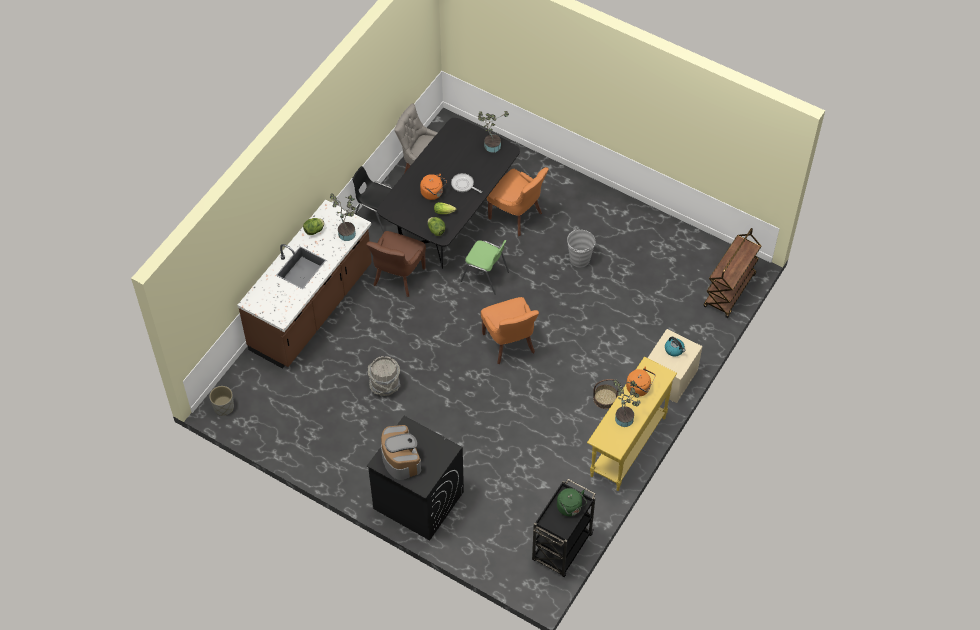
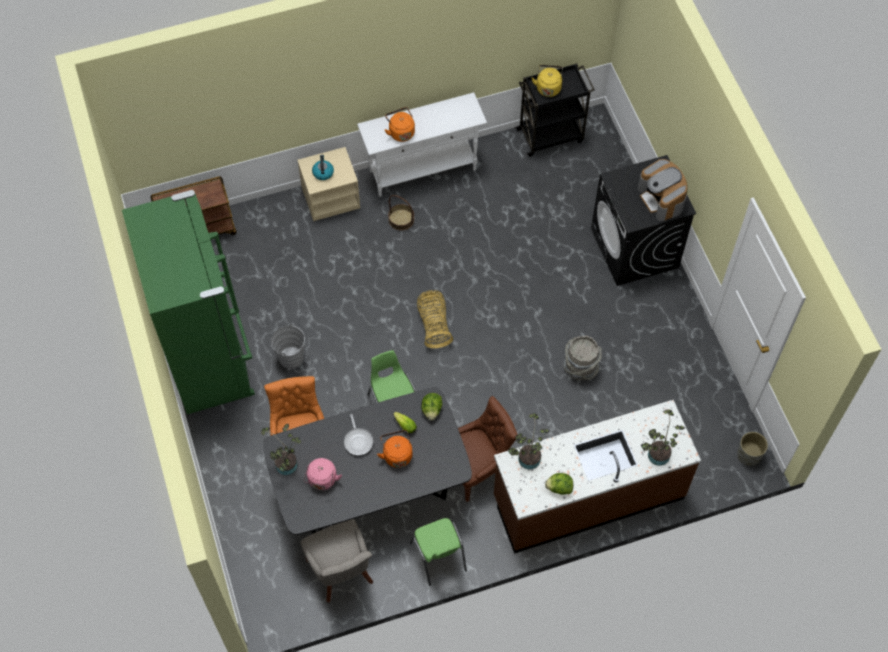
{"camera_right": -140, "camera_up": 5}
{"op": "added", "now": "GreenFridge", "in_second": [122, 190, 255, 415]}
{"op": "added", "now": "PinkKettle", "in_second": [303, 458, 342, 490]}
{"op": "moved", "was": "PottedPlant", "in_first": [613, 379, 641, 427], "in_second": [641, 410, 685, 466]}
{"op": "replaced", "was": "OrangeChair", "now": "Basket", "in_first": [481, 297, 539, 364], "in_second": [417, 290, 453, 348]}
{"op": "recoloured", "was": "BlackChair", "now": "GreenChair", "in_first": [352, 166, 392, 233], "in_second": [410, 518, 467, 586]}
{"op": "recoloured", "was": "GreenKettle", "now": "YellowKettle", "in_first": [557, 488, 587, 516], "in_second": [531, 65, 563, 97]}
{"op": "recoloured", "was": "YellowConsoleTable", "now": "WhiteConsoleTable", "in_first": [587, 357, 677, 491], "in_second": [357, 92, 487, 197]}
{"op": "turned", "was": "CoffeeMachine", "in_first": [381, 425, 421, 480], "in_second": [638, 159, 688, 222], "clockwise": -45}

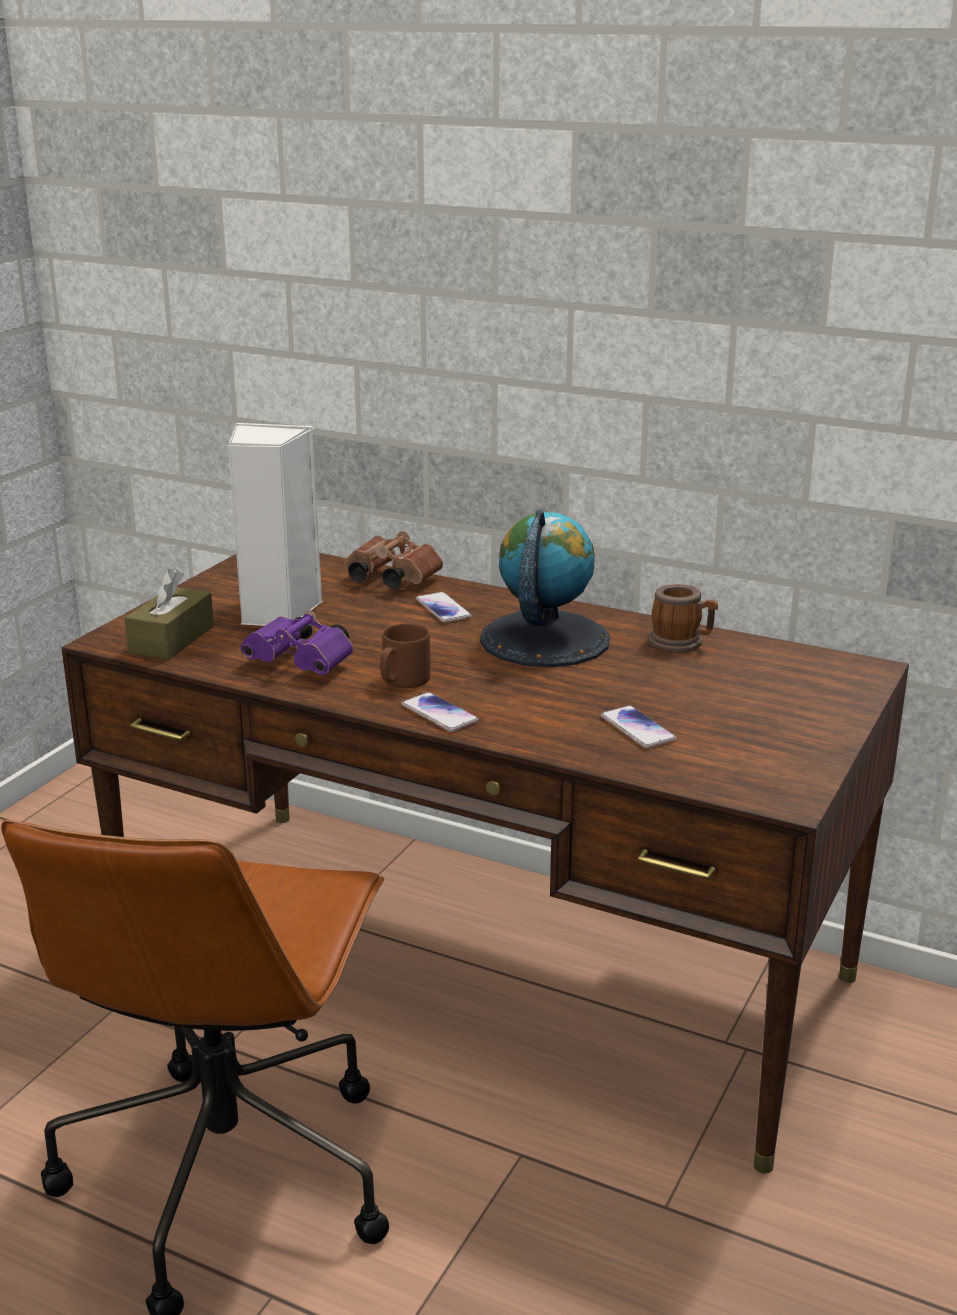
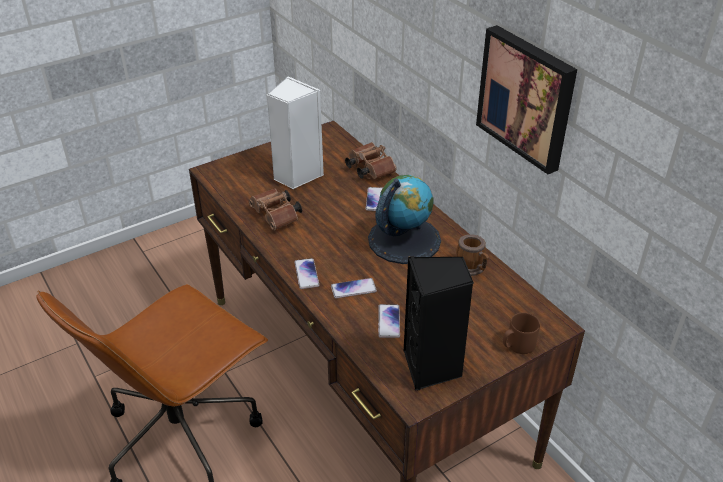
{"camera_right": 30, "camera_up": 15}
{"op": "removed", "was": "BrownTissueBox", "in_first": [125, 569, 214, 660]}
{"op": "added", "now": "Phone", "in_second": [331, 278, 377, 298]}
{"op": "added", "now": "BlackSpeaker", "in_second": [404, 256, 474, 391]}
{"op": "added", "now": "Picture", "in_second": [476, 25, 577, 174]}
{"op": "moved", "was": "BrownMug", "in_first": [380, 623, 430, 688], "in_second": [503, 313, 540, 354]}
{"op": "recoloured", "was": "PurpleBinoculars", "now": "BrownBinoculars", "in_first": [240, 611, 353, 675], "in_second": [249, 188, 302, 230]}

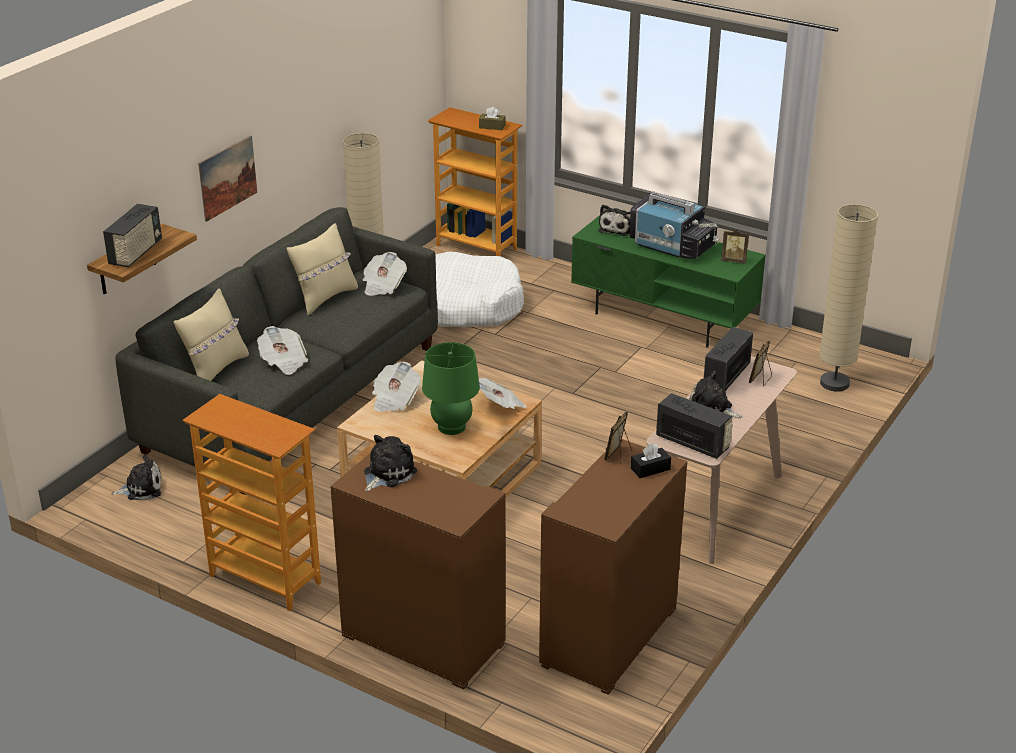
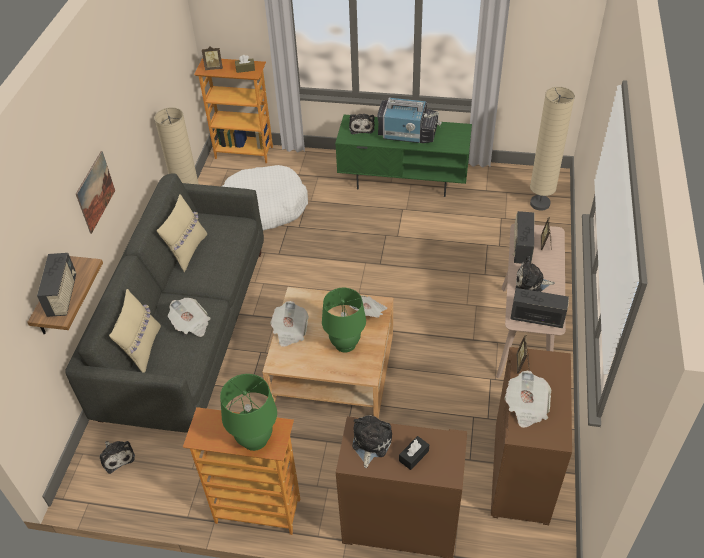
{"camera_right": -20, "camera_up": 15}
{"op": "added", "now": "GreenTableLamp", "in_second": [220, 374, 277, 451]}
{"op": "moved", "was": "Newspaper", "in_first": [363, 252, 407, 296], "in_second": [505, 371, 551, 428]}
{"op": "moved", "was": "BlackTissueBox", "in_first": [631, 443, 671, 478], "in_second": [399, 436, 429, 470]}
{"op": "moved", "was": "PictureFrame", "in_first": [721, 229, 749, 264], "in_second": [202, 46, 223, 70]}
{"op": "turned", "was": "PlushToy", "in_first": [112, 455, 162, 500], "in_second": [100, 441, 135, 474], "clockwise": 90}

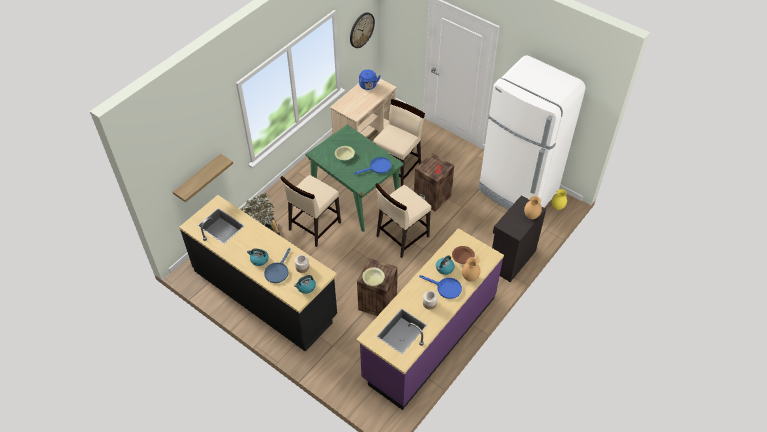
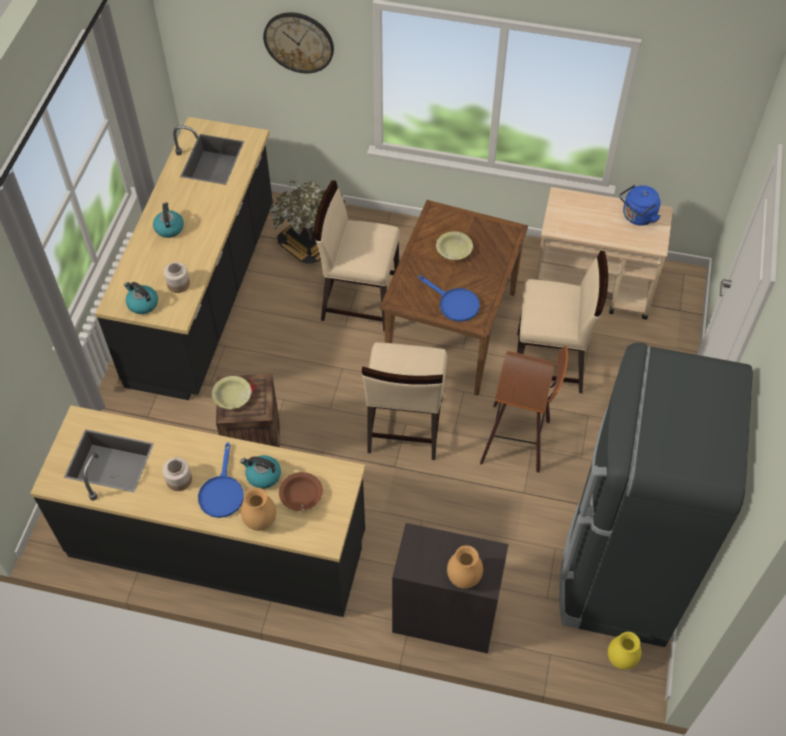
{"camera_right": 65, "camera_up": 5}
{"op": "removed", "was": "Shelf", "in_first": [173, 154, 233, 202]}
{"op": "removed", "was": "BlueFryingPan", "in_first": [264, 248, 291, 283]}
{"op": "moved", "was": "WallClock", "in_first": [350, 13, 375, 48], "in_second": [263, 12, 334, 73]}
{"op": "replaced", "was": "Crate", "now": "Stool", "in_first": [414, 153, 454, 212], "in_second": [480, 346, 568, 473]}
{"op": "recoloured", "was": "GreenDiningTable", "now": "BrownDiningTable", "in_first": [306, 124, 404, 232], "in_second": [380, 200, 528, 395]}
{"op": "recoloured", "was": "PurpleCounter", "now": "BlackCounter", "in_first": [356, 228, 504, 410], "in_second": [30, 405, 365, 617]}
{"op": "recoloured", "was": "WhiteFridge", "now": "BlackFridge", "in_first": [479, 55, 585, 210], "in_second": [559, 343, 753, 647]}
{"op": "turned", "was": "BeigeChair", "in_first": [375, 183, 431, 258], "in_second": [362, 342, 447, 460], "clockwise": -105}

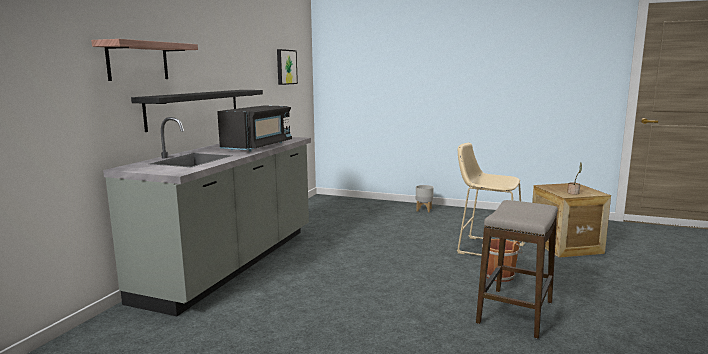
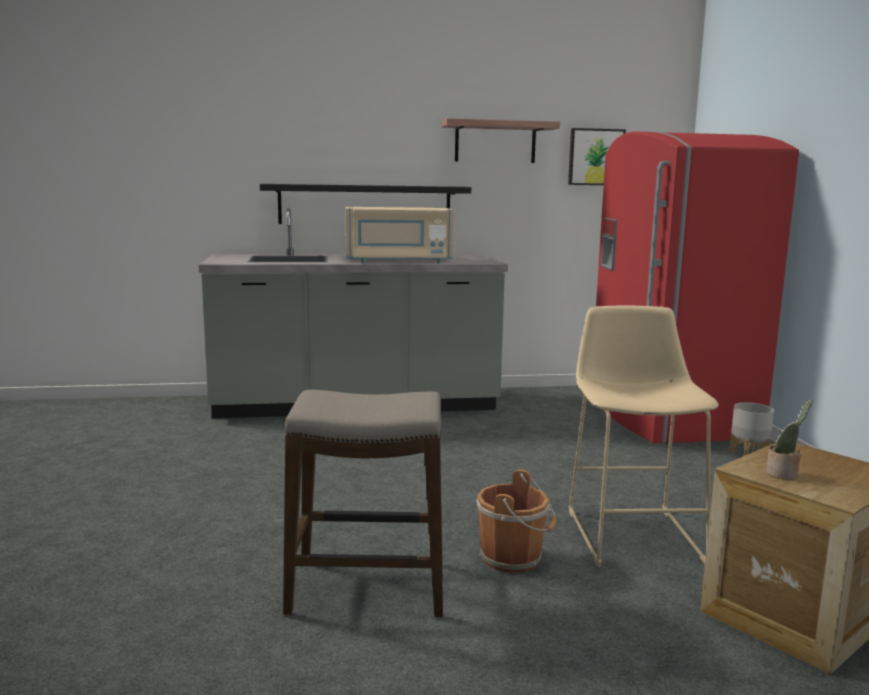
{"camera_right": 60, "camera_up": 0}
{"op": "added", "now": "RedFridge", "in_second": [596, 131, 799, 445]}
{"op": "moved", "was": "Shelf", "in_first": [91, 39, 198, 81], "in_second": [441, 118, 560, 163]}
{"op": "recoloured", "was": "BlackMicrowave", "now": "BeigeMicrowave", "in_first": [217, 106, 292, 151], "in_second": [346, 207, 454, 263]}

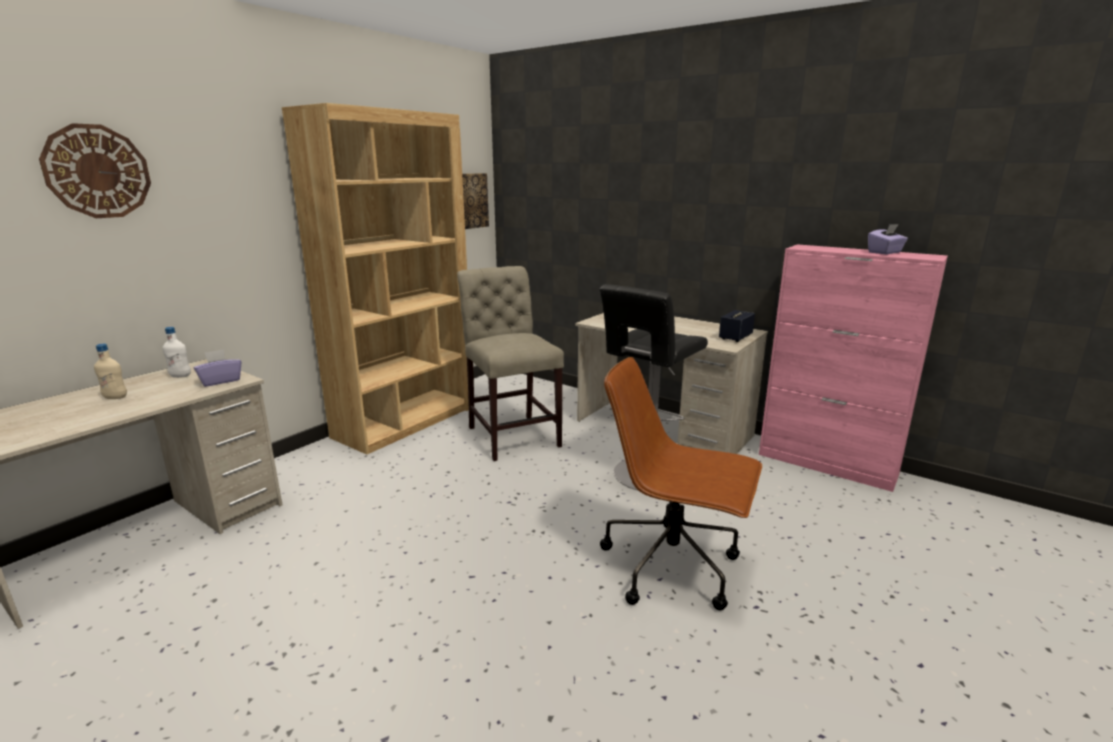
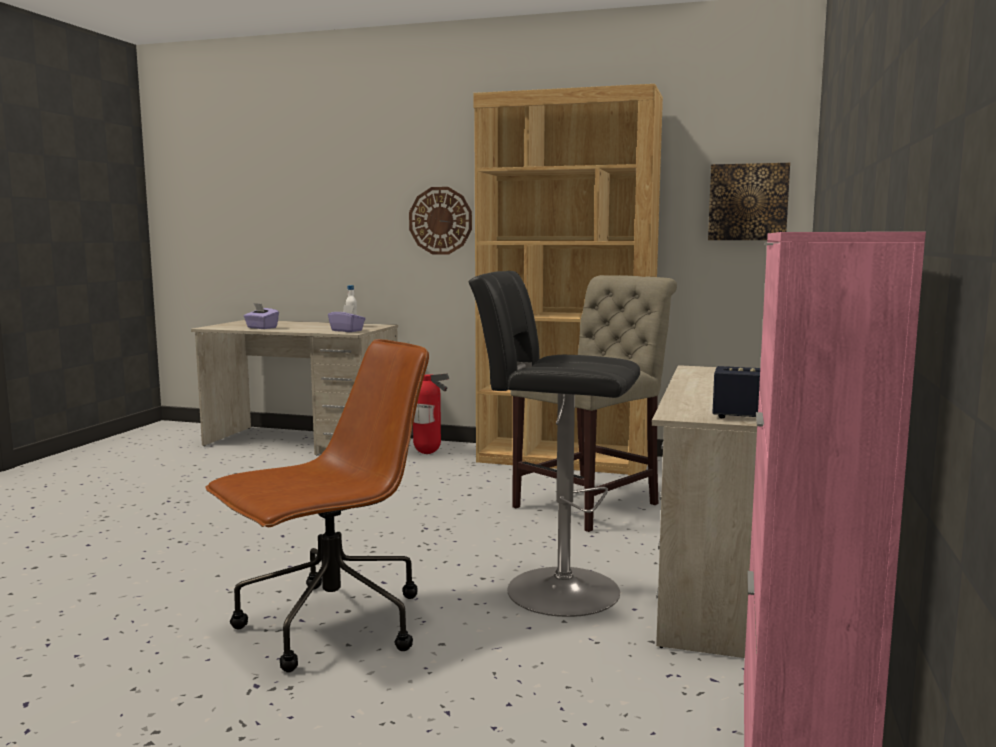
{"camera_right": 70, "camera_up": -10}
{"op": "removed", "was": "BeigeBottle", "in_first": [94, 344, 127, 399]}
{"op": "added", "now": "FireExtinguisher", "in_second": [411, 374, 449, 454]}
{"op": "moved", "was": "WallClock", "in_first": [39, 123, 151, 218], "in_second": [409, 187, 472, 254]}
{"op": "moved", "was": "PurpleTissueBox", "in_first": [868, 224, 908, 254], "in_second": [244, 303, 279, 329]}
{"op": "turned", "was": "BrownOfficeChair", "in_first": [600, 357, 762, 610], "in_second": [205, 339, 429, 672], "clockwise": 45}

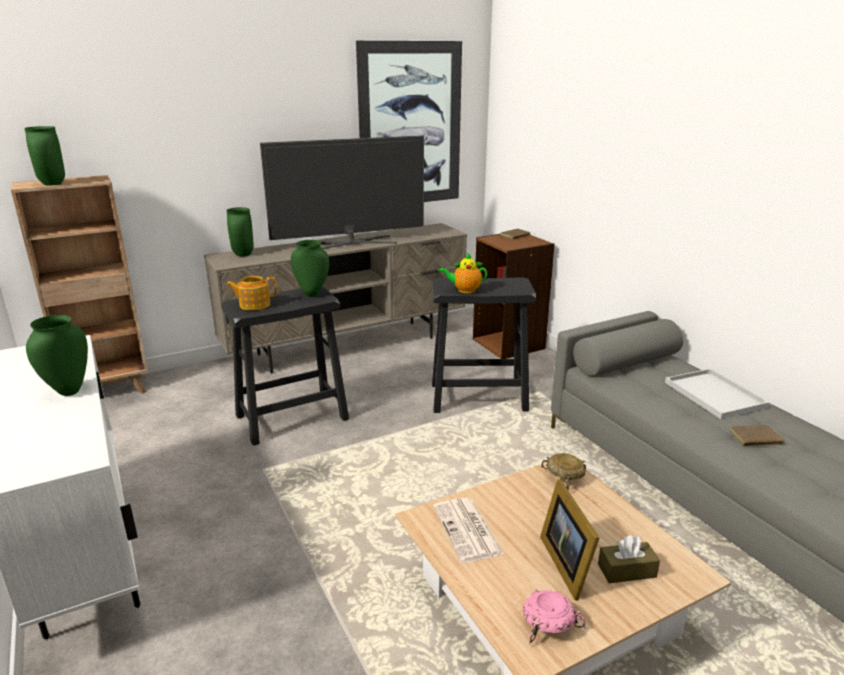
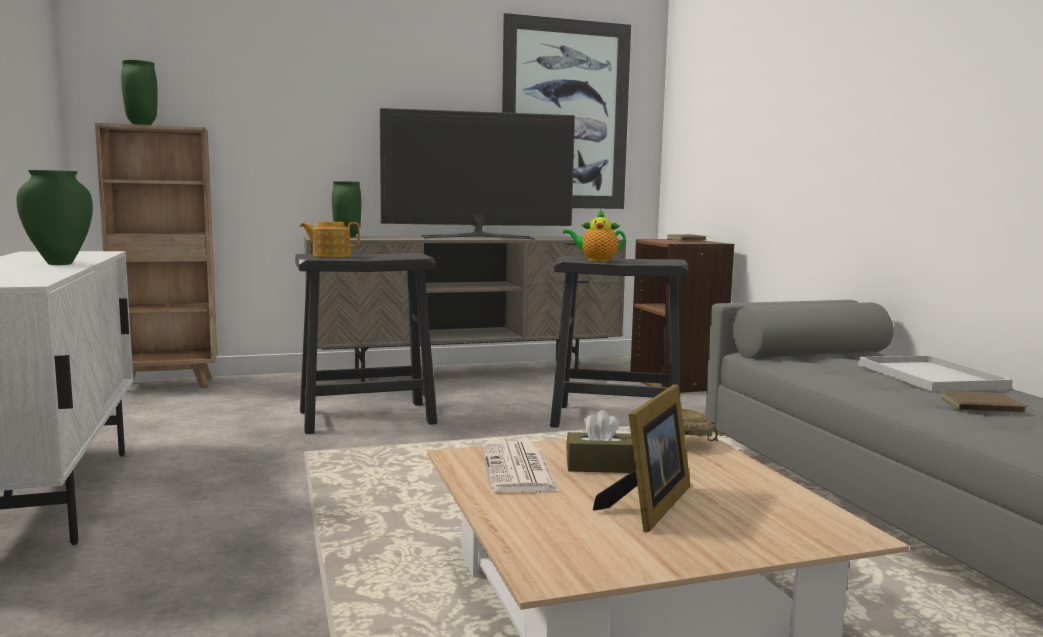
{"camera_right": 10, "camera_up": -15}
{"op": "removed", "was": "GreenVase", "in_first": [291, 240, 329, 297]}
{"op": "removed", "was": "PinkBowl", "in_first": [523, 588, 586, 645]}
{"op": "moved", "was": "BrownTissueBox", "in_first": [598, 535, 660, 583], "in_second": [566, 410, 635, 473]}
{"op": "turned", "was": "PictureFrame", "in_first": [540, 479, 599, 601], "in_second": [593, 384, 691, 532], "clockwise": -150}

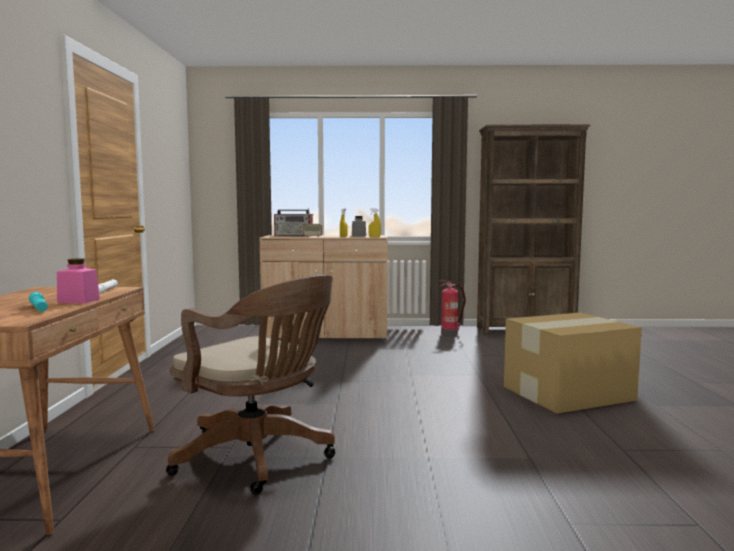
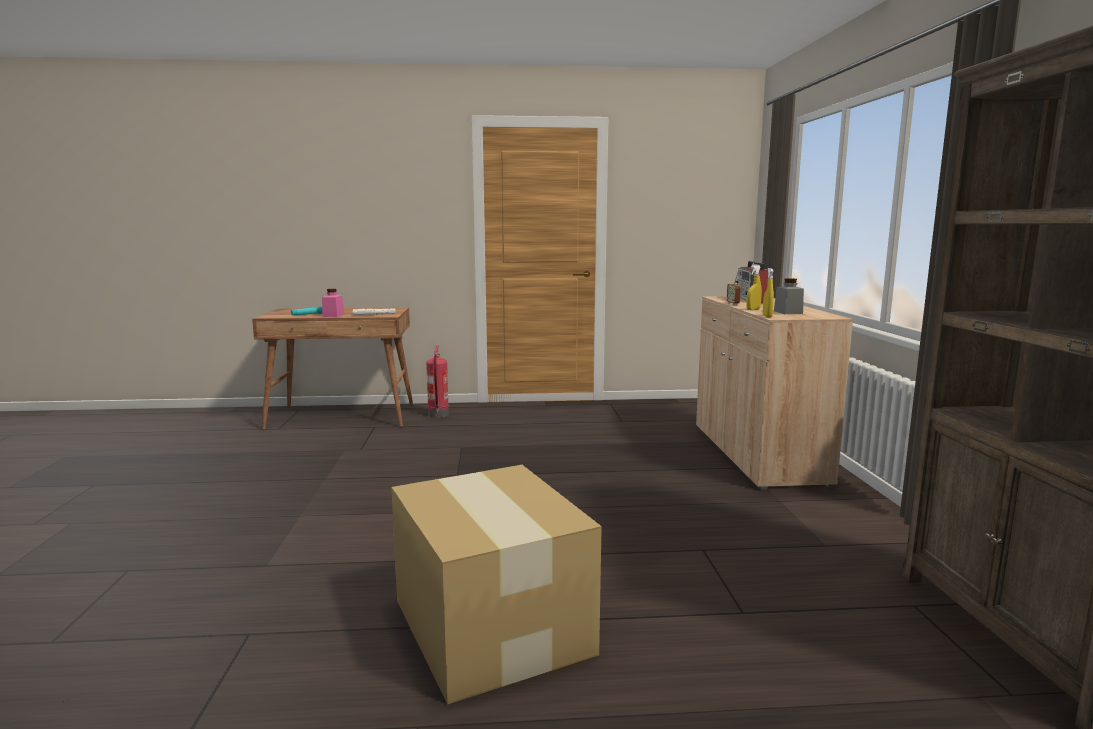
{"camera_right": 85, "camera_up": 5}
{"op": "removed", "was": "BrownOfficeChair", "in_first": [166, 275, 335, 495]}
{"op": "moved", "was": "FireExtinguisher", "in_first": [440, 280, 465, 336], "in_second": [426, 345, 449, 418]}

